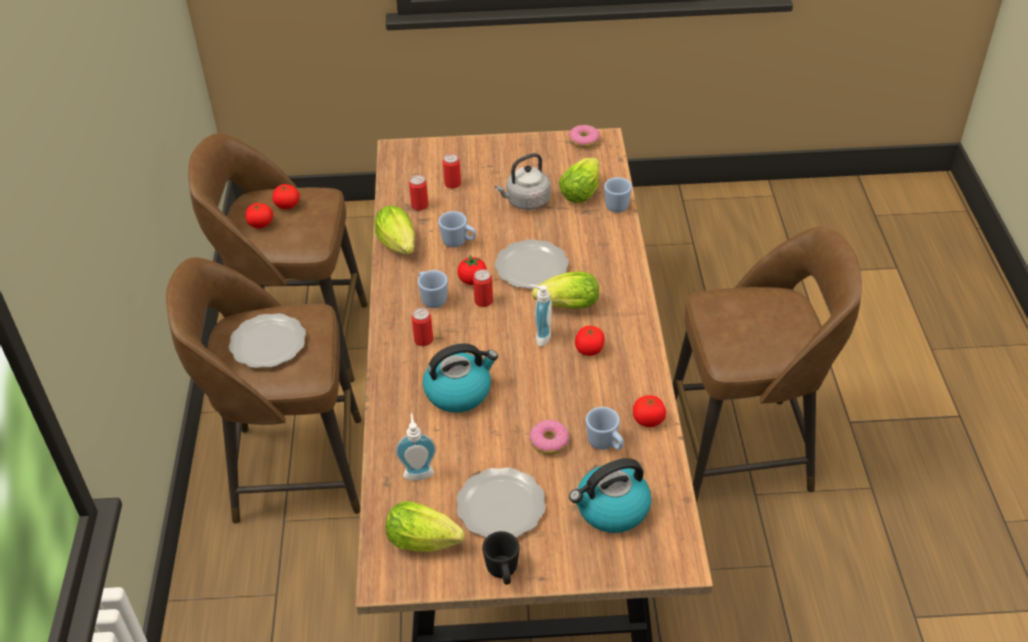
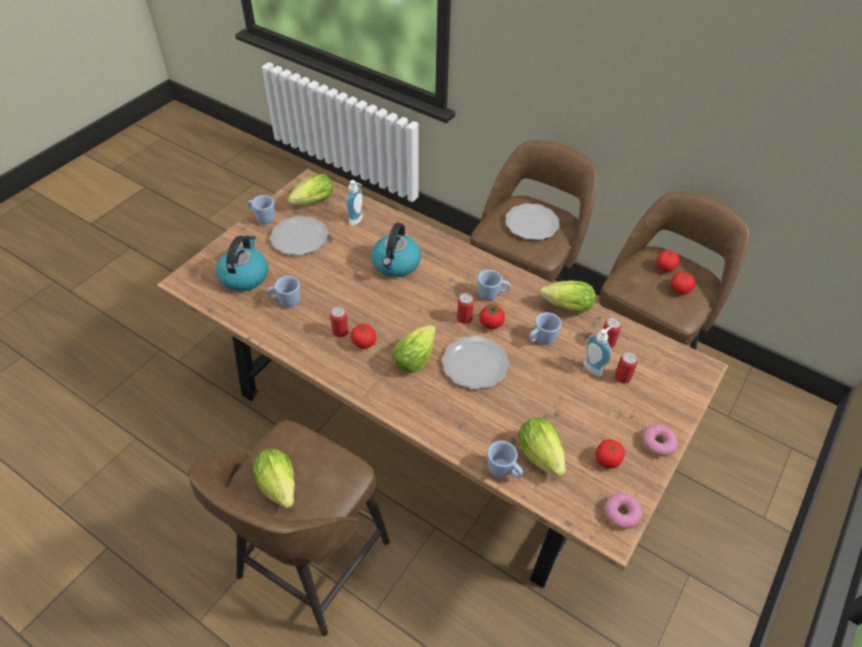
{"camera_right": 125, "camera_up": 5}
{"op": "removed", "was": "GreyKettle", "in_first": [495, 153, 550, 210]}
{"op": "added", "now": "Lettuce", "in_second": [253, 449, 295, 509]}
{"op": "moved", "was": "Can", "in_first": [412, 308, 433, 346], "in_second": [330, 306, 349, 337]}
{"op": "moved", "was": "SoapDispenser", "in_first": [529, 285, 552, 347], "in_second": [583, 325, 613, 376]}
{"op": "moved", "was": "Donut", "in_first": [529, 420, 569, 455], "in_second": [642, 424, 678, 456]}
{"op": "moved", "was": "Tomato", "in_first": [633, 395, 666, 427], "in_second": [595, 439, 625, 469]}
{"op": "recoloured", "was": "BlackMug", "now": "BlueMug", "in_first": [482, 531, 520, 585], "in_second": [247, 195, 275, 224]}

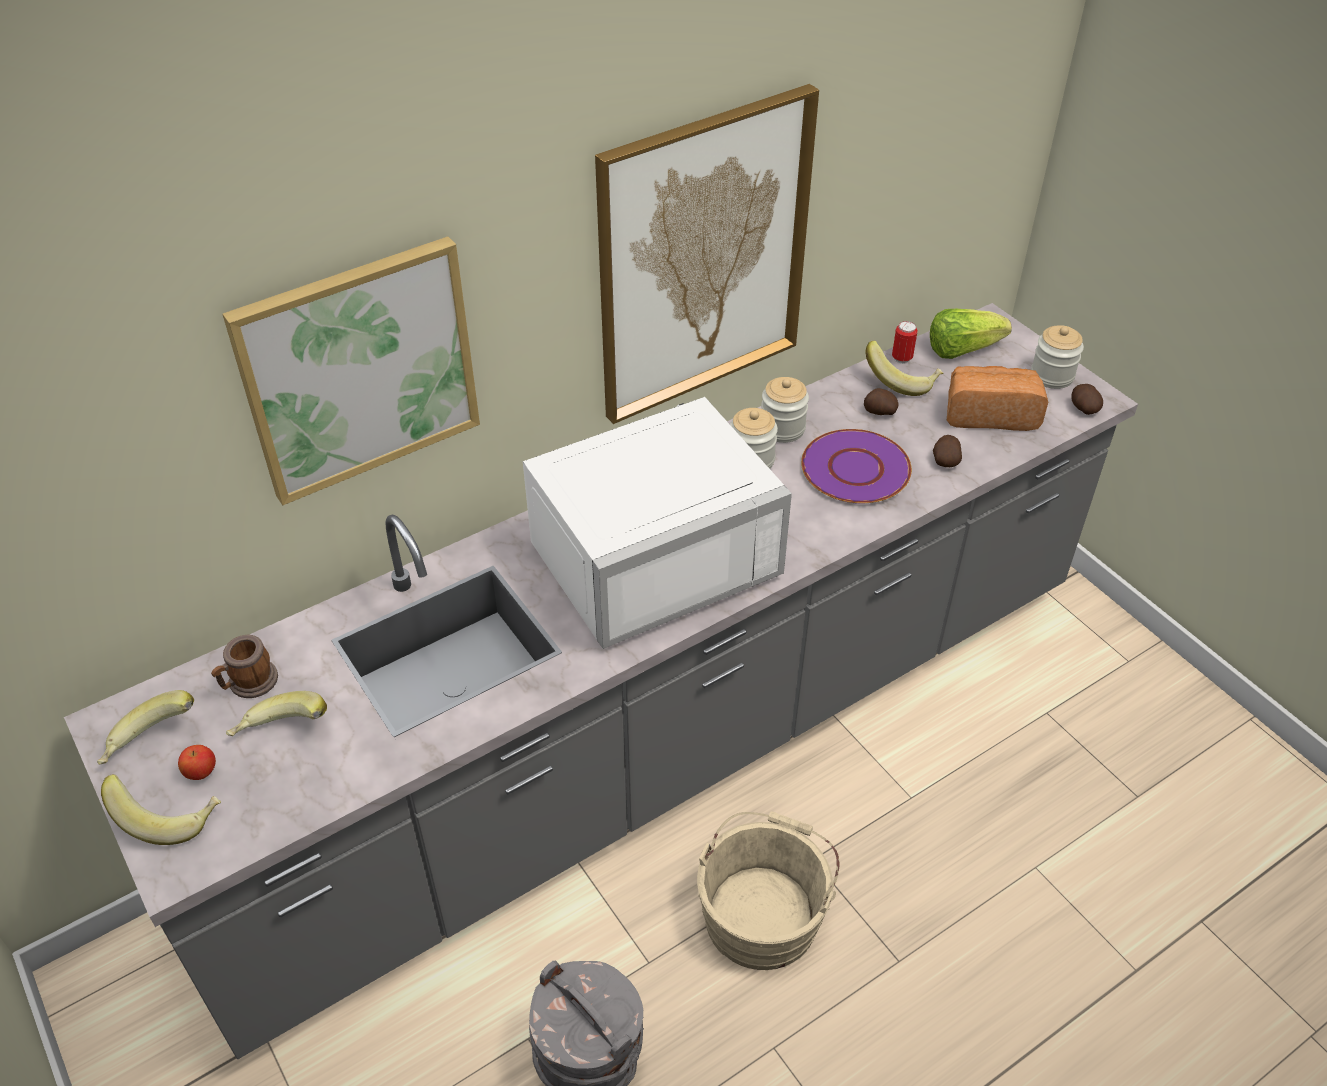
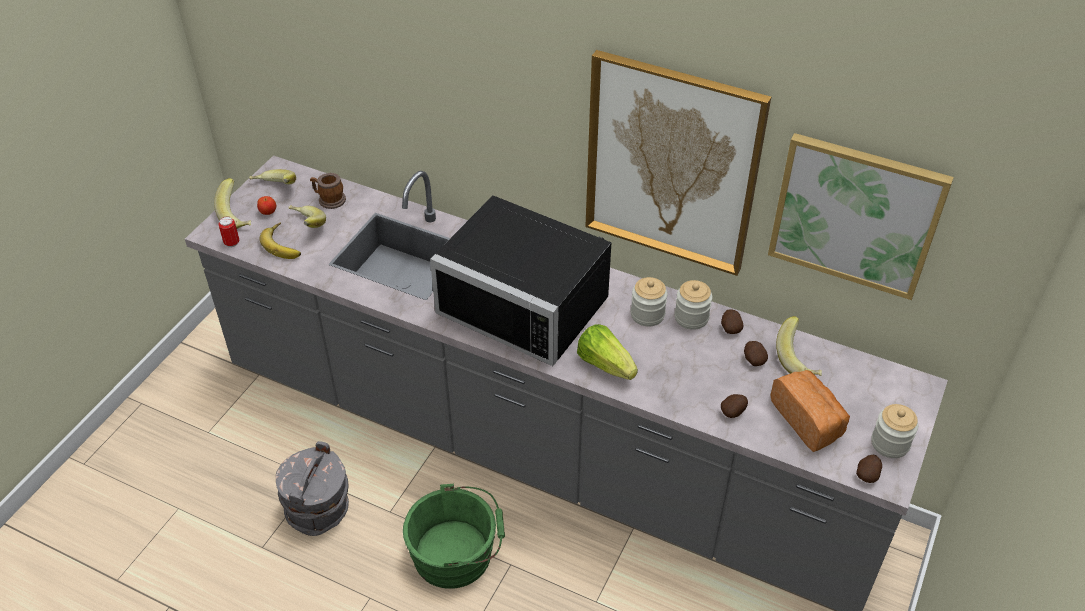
{"camera_right": 60, "camera_up": 0}
{"op": "removed", "was": "PurplePlate", "in_first": [801, 429, 912, 504]}
{"op": "added", "now": "Banana", "in_second": [260, 222, 301, 259]}
{"op": "added", "now": "Potato", "in_second": [721, 309, 744, 334]}
{"op": "moved", "was": "Picture", "in_first": [222, 236, 480, 505], "in_second": [768, 133, 954, 300]}
{"op": "moved", "was": "Can", "in_first": [892, 321, 918, 364], "in_second": [218, 217, 239, 247]}
{"op": "moved", "was": "Lettuce", "in_first": [930, 309, 1012, 359], "in_second": [577, 324, 638, 380]}
{"op": "recoloured", "was": "WhiteMicrowave", "now": "BlackMicrowave", "in_first": [523, 397, 792, 649], "in_second": [430, 195, 612, 366]}
{"op": "recoloured", "was": "BeigeBucket", "now": "GreenBucket", "in_first": [697, 811, 839, 970], "in_second": [403, 484, 505, 589]}

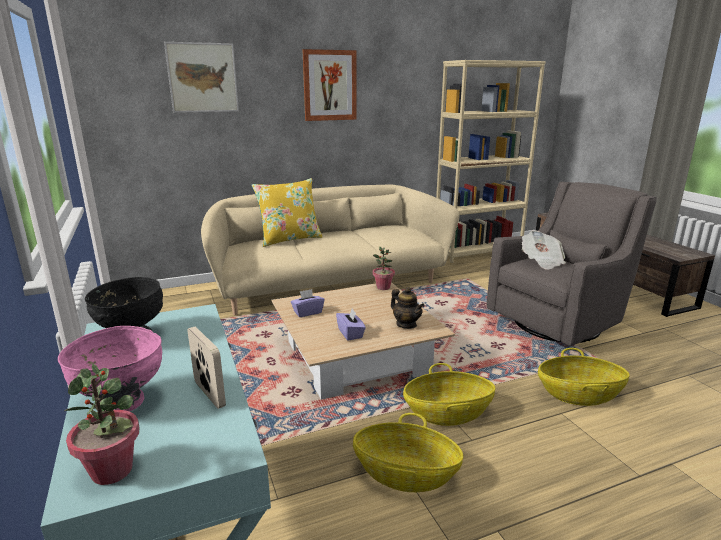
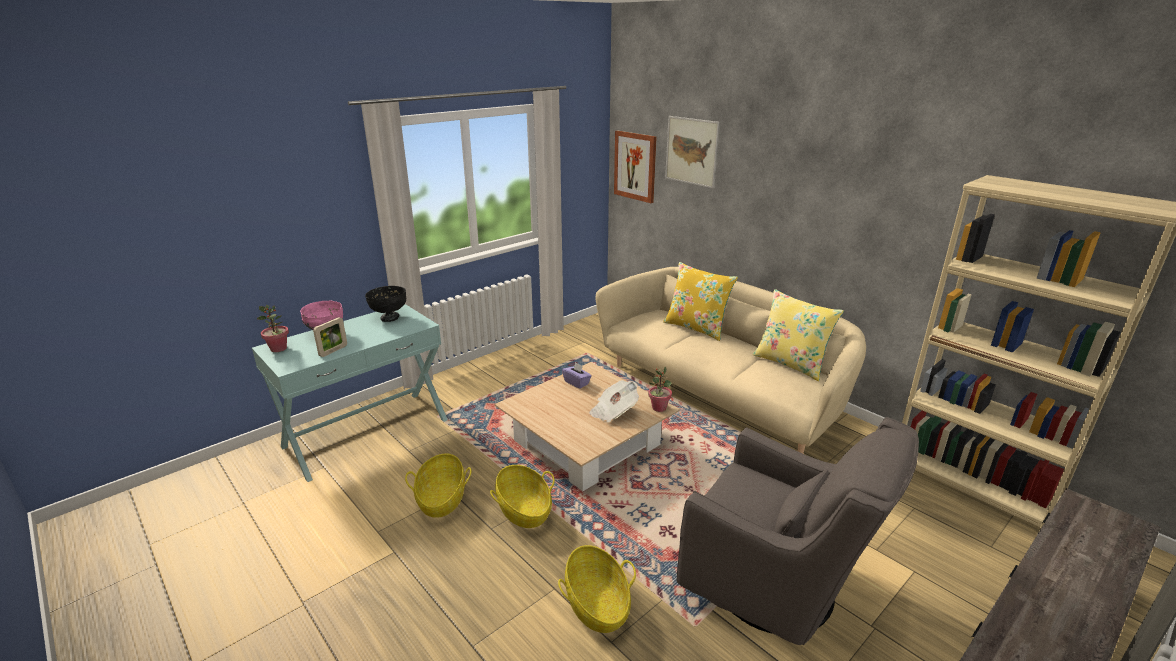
{"camera_right": 70, "camera_up": 5}
{"op": "removed", "was": "PurpleTissueBox", "in_first": [336, 309, 366, 341]}
{"op": "removed", "was": "Teapot", "in_first": [391, 287, 424, 329]}
{"op": "added", "now": "YellowPillow", "in_second": [752, 289, 844, 381]}
{"op": "moved", "was": "Picture", "in_first": [302, 49, 357, 121], "in_second": [614, 131, 657, 203]}
{"op": "moved", "was": "Newspaper", "in_first": [522, 230, 566, 270], "in_second": [589, 380, 639, 422]}

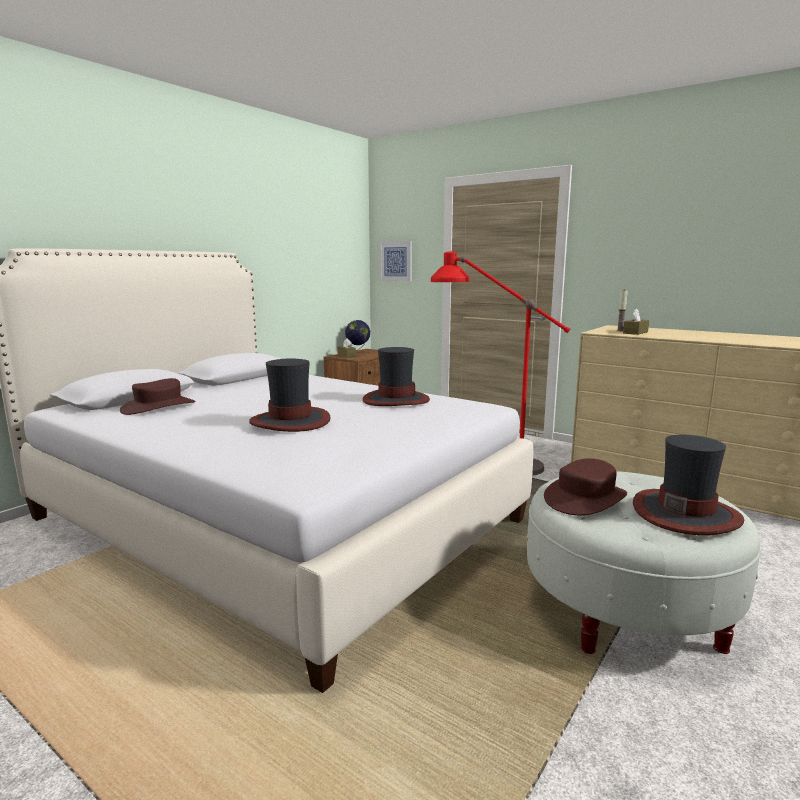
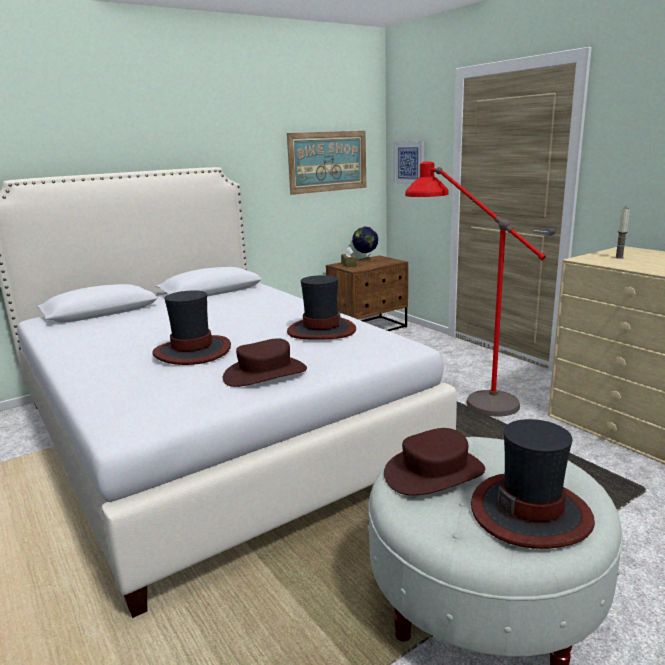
{"camera_right": 20, "camera_up": 5}
{"op": "removed", "was": "BrownTissueBox", "in_first": [623, 309, 649, 335]}
{"op": "added", "now": "Picture", "in_second": [287, 131, 366, 195]}
{"op": "moved", "was": "BrownHat", "in_first": [120, 378, 196, 415], "in_second": [223, 338, 307, 387]}

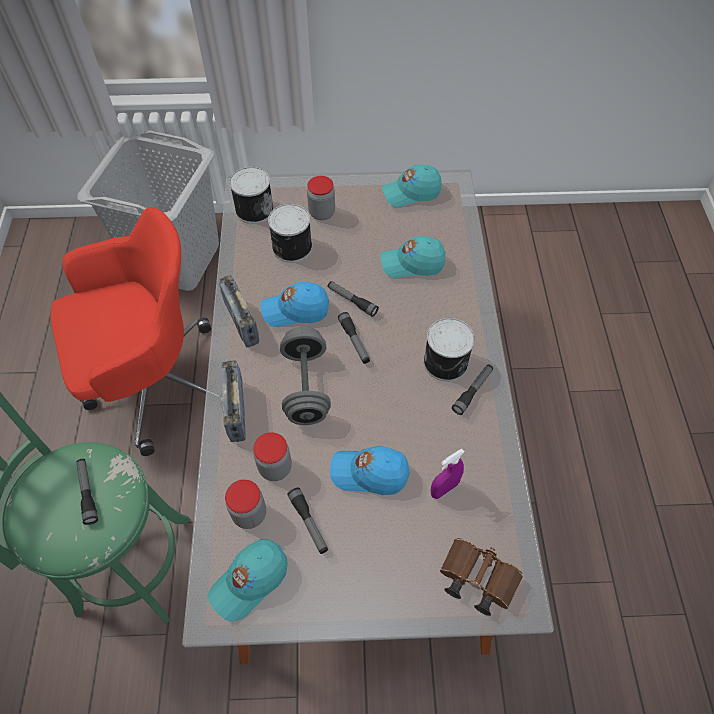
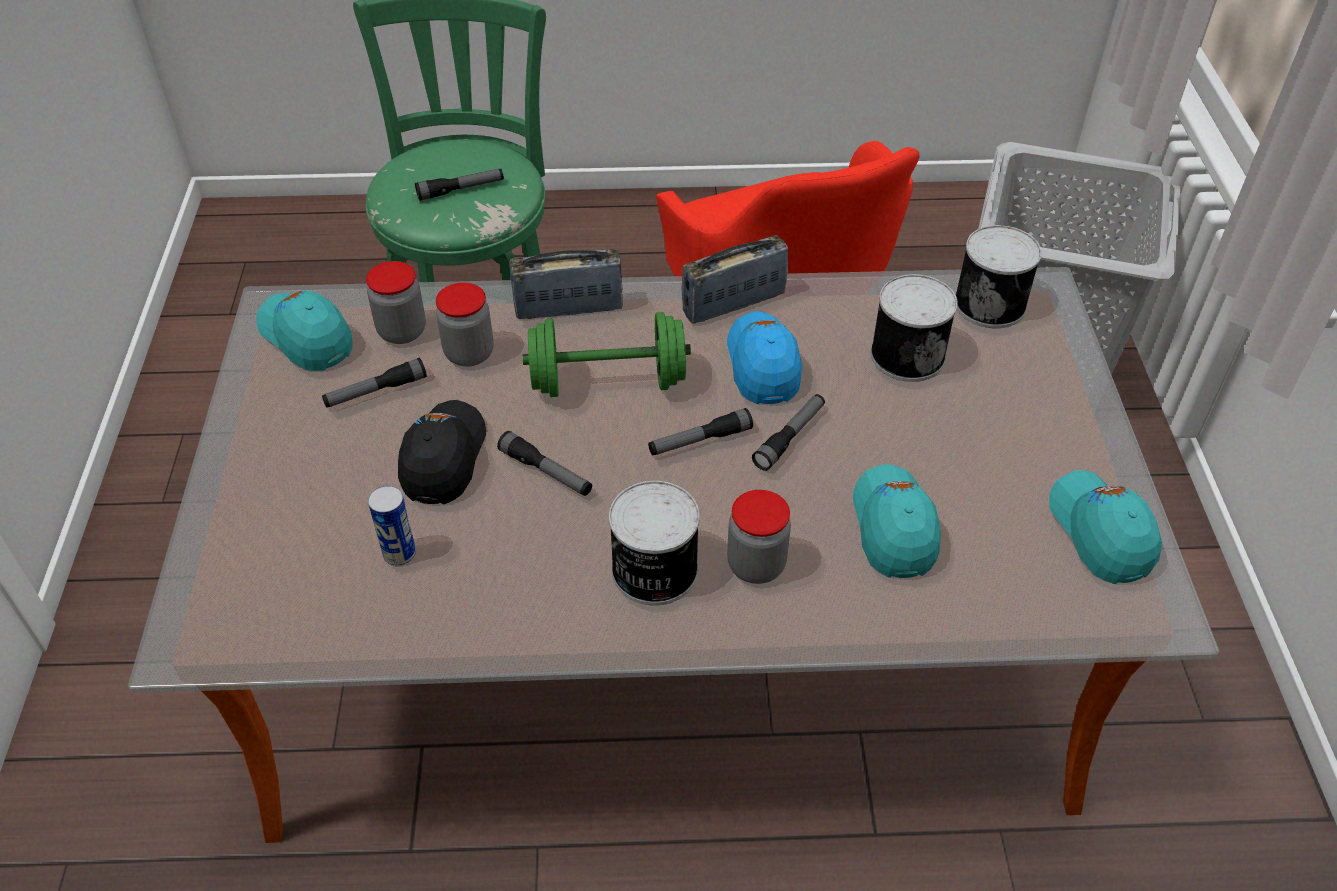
{"camera_right": 90, "camera_up": -10}
{"op": "removed", "was": "BrownBinoculars", "in_first": [440, 538, 523, 616]}
{"op": "moved", "was": "Jar", "in_first": [307, 176, 335, 220], "in_second": [727, 490, 791, 584]}
{"op": "moved", "was": "Flashlight", "in_first": [452, 364, 493, 415], "in_second": [497, 431, 592, 496]}
{"op": "replaced", "was": "PurpleSprayBottle", "now": "Can", "in_first": [431, 449, 464, 499], "in_second": [368, 485, 416, 566]}
{"op": "recoloured", "was": "GreyDumbbell", "now": "GreenDumbbell", "in_first": [280, 327, 331, 425], "in_second": [523, 312, 691, 397]}
{"op": "recoloured", "was": "BlueCap", "now": "BlackCap", "in_first": [330, 446, 409, 495], "in_second": [398, 400, 486, 504]}

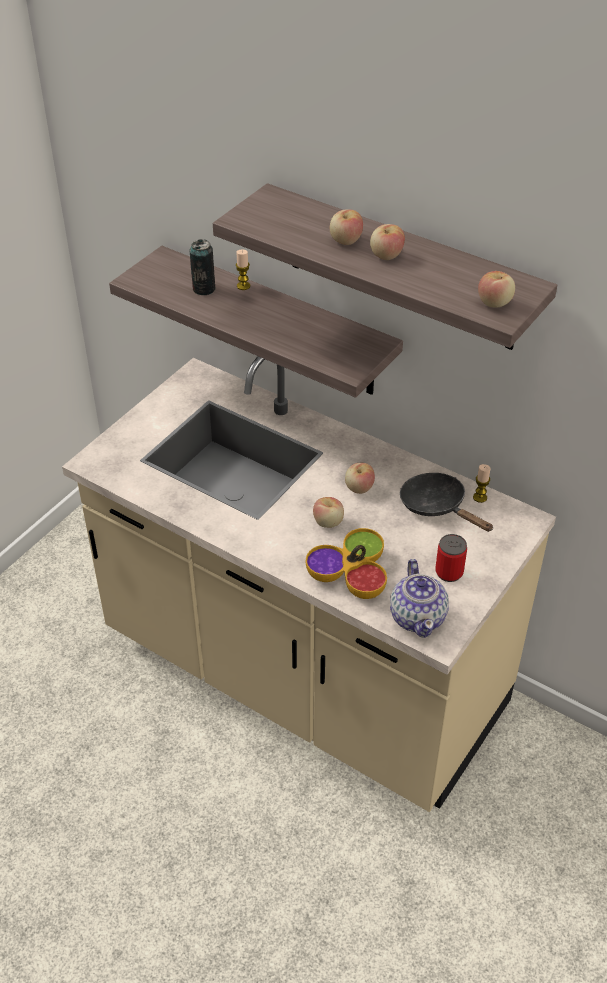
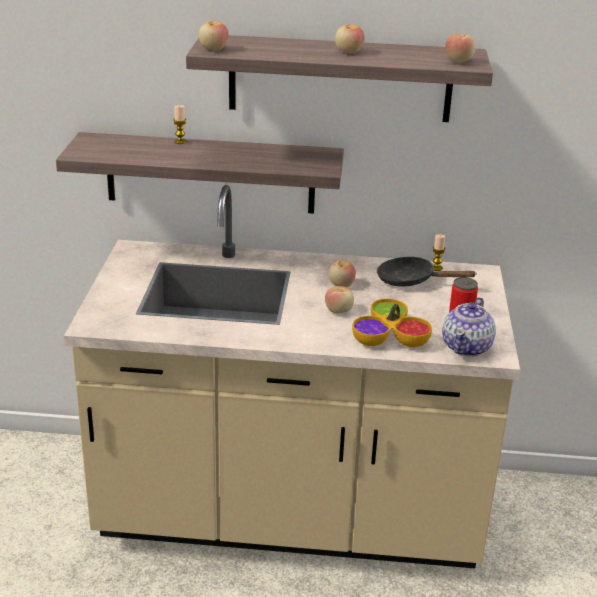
{"camera_right": -30, "camera_up": -15}
{"op": "removed", "was": "Can", "in_first": [189, 239, 216, 295]}
{"op": "moved", "was": "Apple", "in_first": [330, 209, 363, 245], "in_second": [199, 21, 229, 51]}
{"op": "turned", "was": "Teapot", "in_first": [390, 559, 449, 638], "in_second": [442, 297, 496, 357], "clockwise": 60}

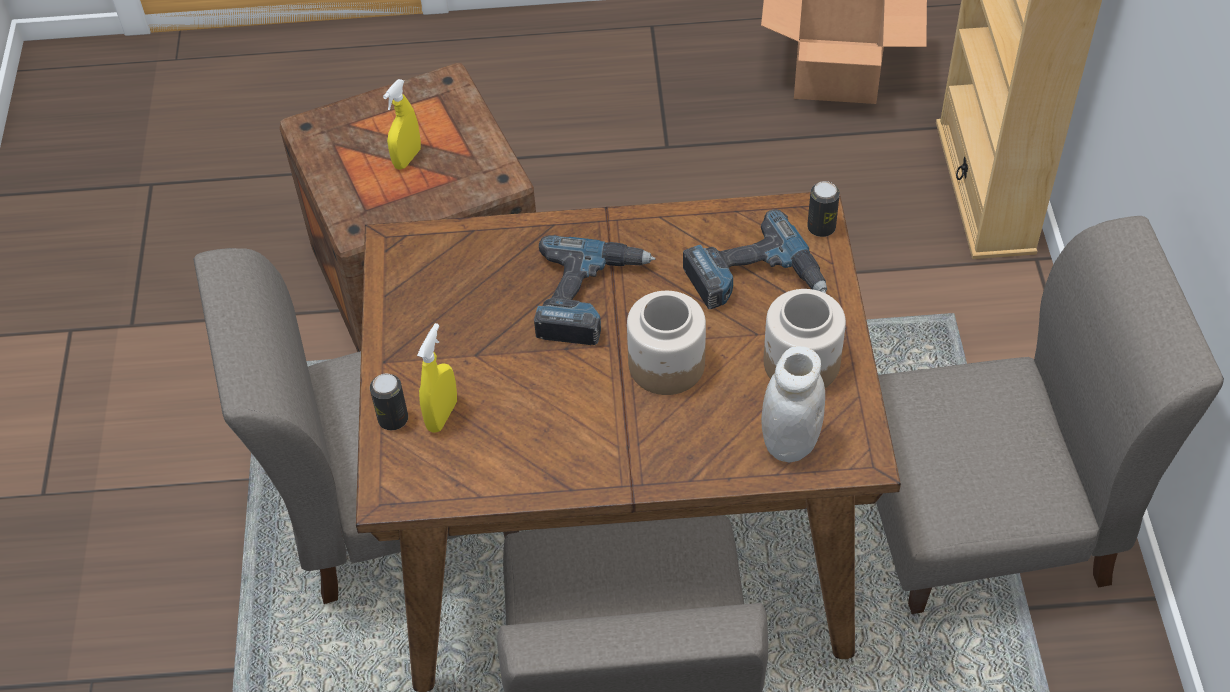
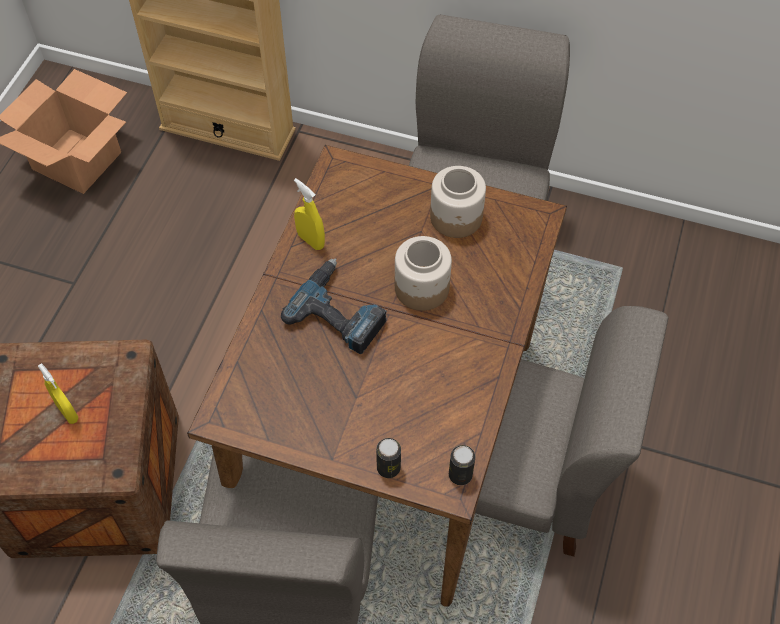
{"camera_right": -70, "camera_up": 5}
{"op": "removed", "was": "PowerDrill", "in_first": [683, 209, 827, 309]}
{"op": "removed", "was": "WhiteJar", "in_first": [761, 346, 825, 463]}
{"op": "moved", "was": "YellowSprayBottle", "in_first": [417, 323, 457, 433], "in_second": [294, 178, 325, 250]}
{"op": "moved", "was": "Can", "in_first": [807, 181, 840, 237], "in_second": [449, 445, 475, 485]}

